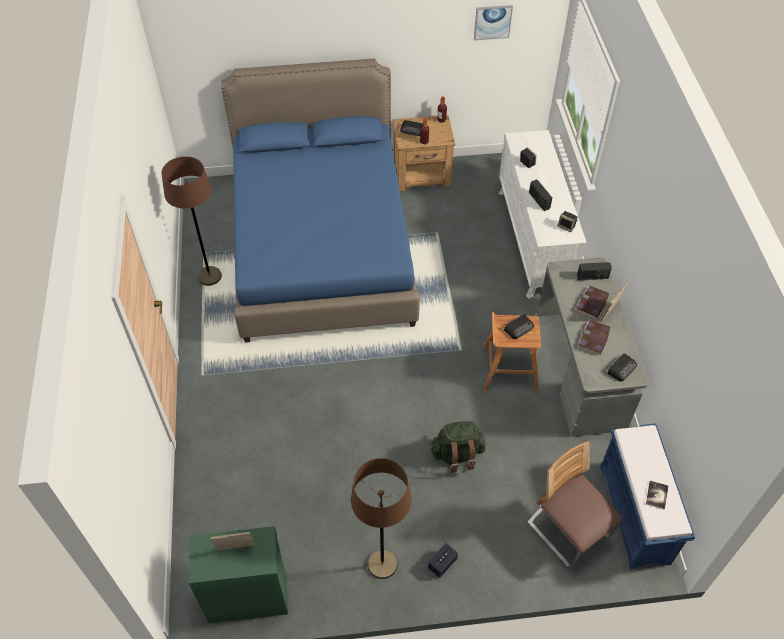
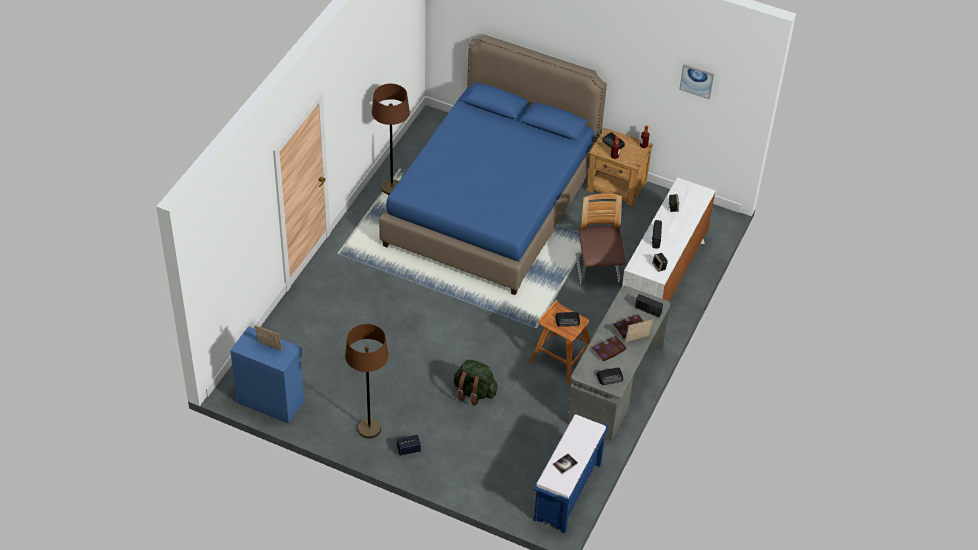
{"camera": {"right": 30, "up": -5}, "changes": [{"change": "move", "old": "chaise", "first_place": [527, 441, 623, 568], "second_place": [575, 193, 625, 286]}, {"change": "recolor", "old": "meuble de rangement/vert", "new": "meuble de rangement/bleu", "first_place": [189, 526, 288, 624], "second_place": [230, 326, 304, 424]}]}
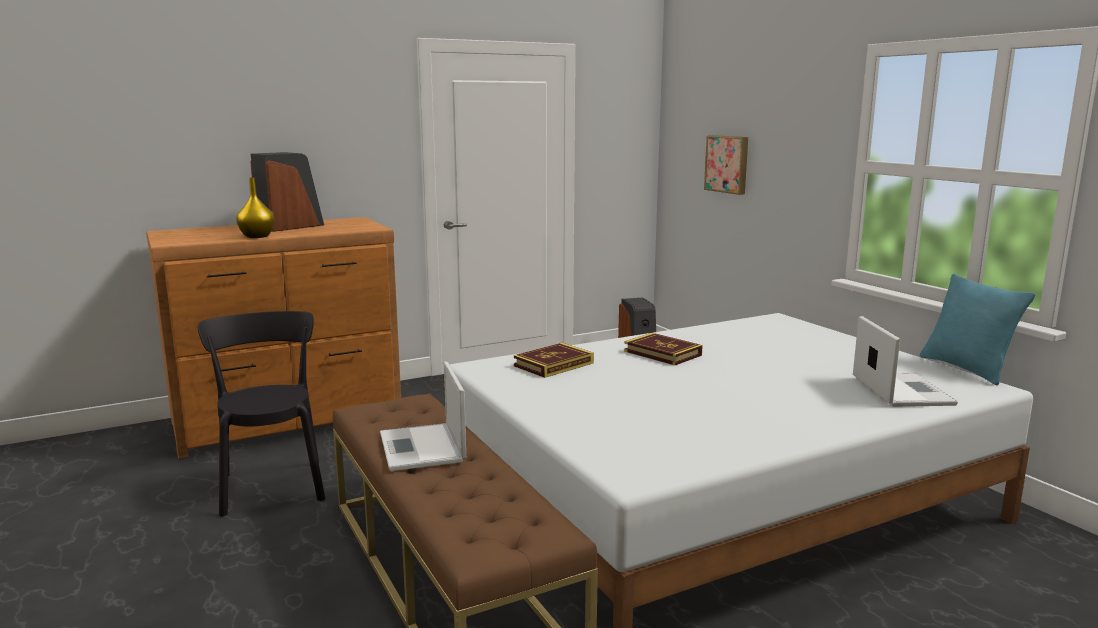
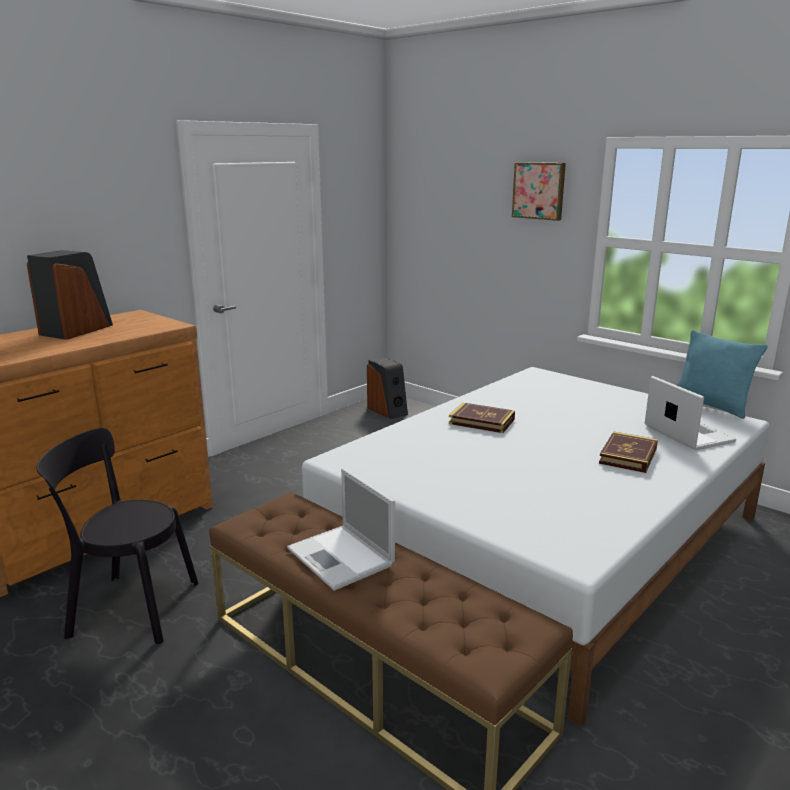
{"camera": {"right": -20, "up": 5}, "changes": [{"change": "move", "old": "tableau", "first_place": [704, 135, 748, 195], "second_place": [512, 162, 566, 221]}, {"change": "delete", "old": "vase/jaune", "first_place": [236, 178, 275, 238]}, {"change": "rotate", "old": "chaise/noir", "first_place": [198, 311, 325, 517], "second_place": [37, 428, 198, 644], "degrees": -45}, {"change": "move", "old": "livre", "first_place": [514, 343, 594, 378], "second_place": [599, 431, 658, 473]}]}
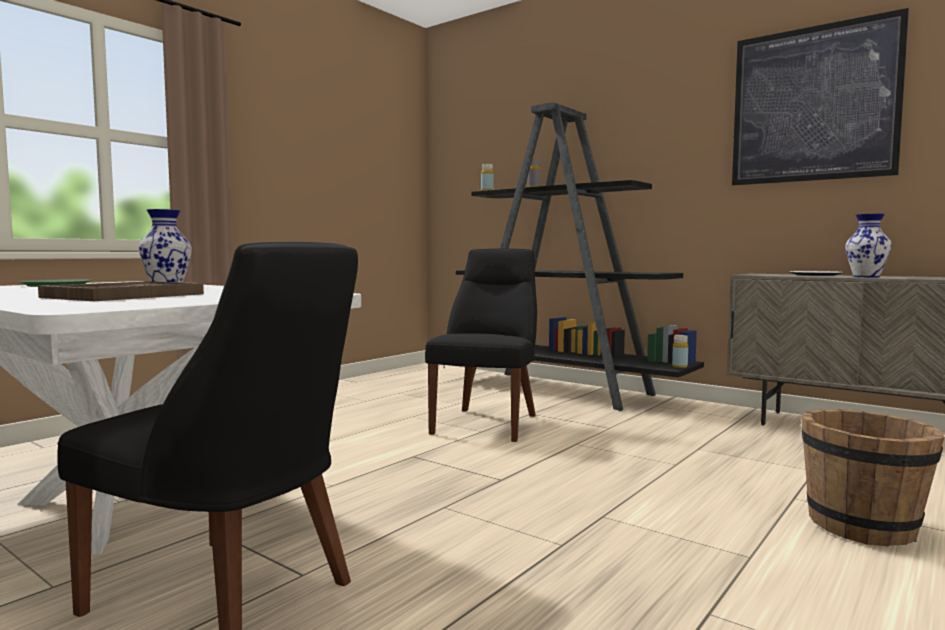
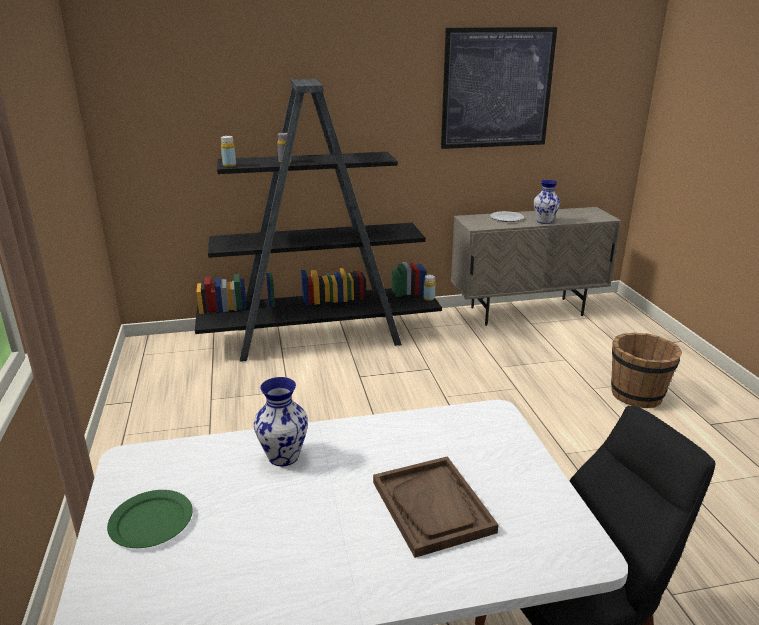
{"camera": {"right": -50, "up": 20}, "changes": [{"change": "delete", "old": "chaise/noir", "first_place": [425, 249, 537, 442]}]}
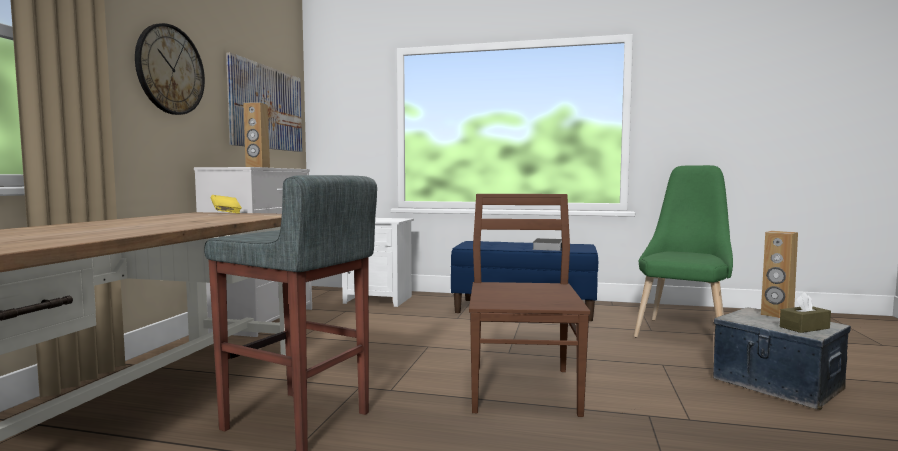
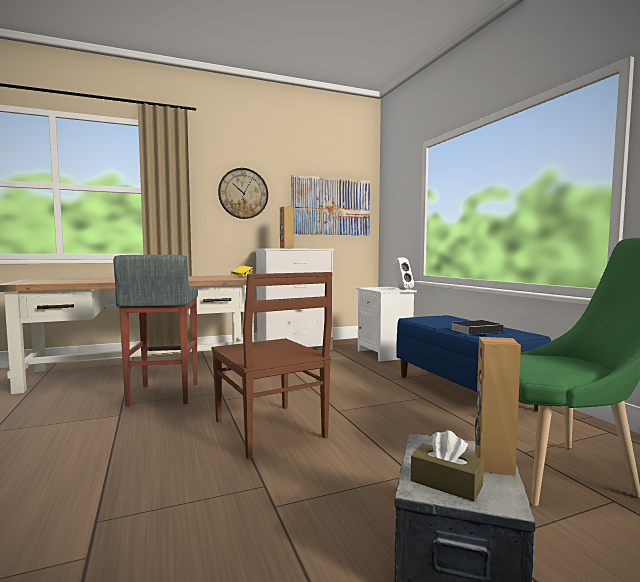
{"camera": {"right": 55, "up": 0}, "changes": [{"change": "rotate", "old": "chaise/marron", "first_place": [469, 194, 591, 417], "second_place": [211, 272, 333, 459], "degrees": 90}, {"change": "insert", "new": "enceinte/blanc", "second_place": [393, 257, 414, 290]}]}
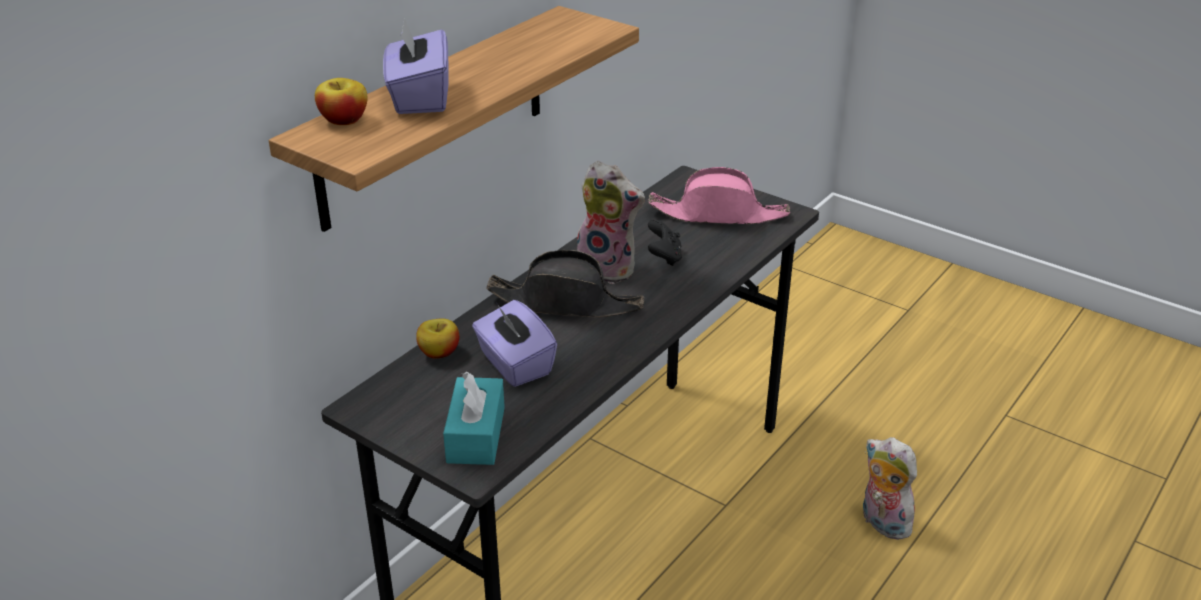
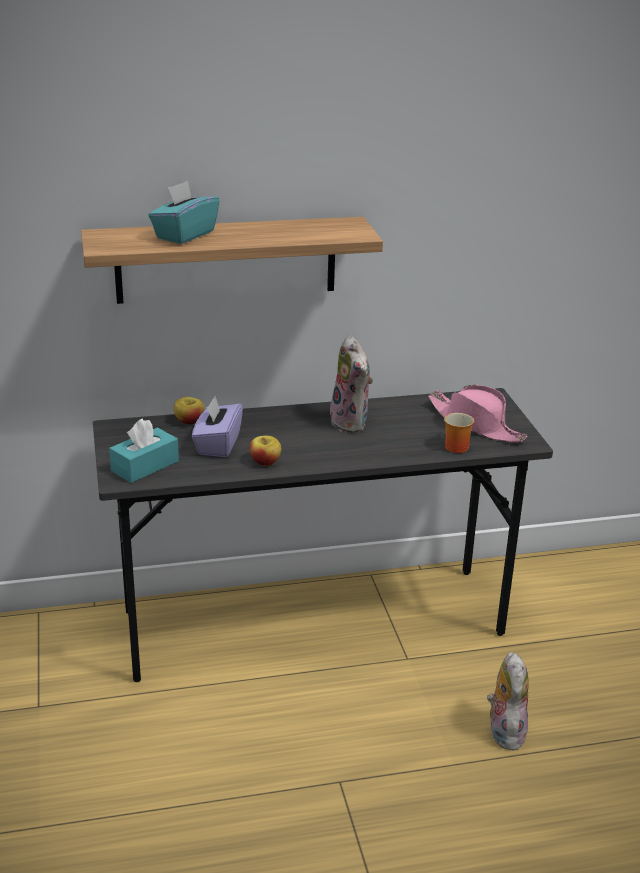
{"camera": {"right": 40, "up": -5}, "changes": [{"change": "recolor", "old": "boîte à mouchoirs/violet", "new": "boîte à mouchoirs/turquoise", "first_place": [383, 18, 449, 114], "second_place": [148, 181, 220, 244]}, {"change": "move", "old": "pomme", "first_place": [315, 78, 368, 125], "second_place": [250, 436, 281, 466]}, {"change": "delete", "old": "manette/noir", "first_place": [648, 219, 682, 266]}, {"change": "delete", "old": "chapeau/noir", "first_place": [486, 250, 645, 317]}, {"change": "insert", "new": "mug", "second_place": [444, 413, 474, 453]}]}
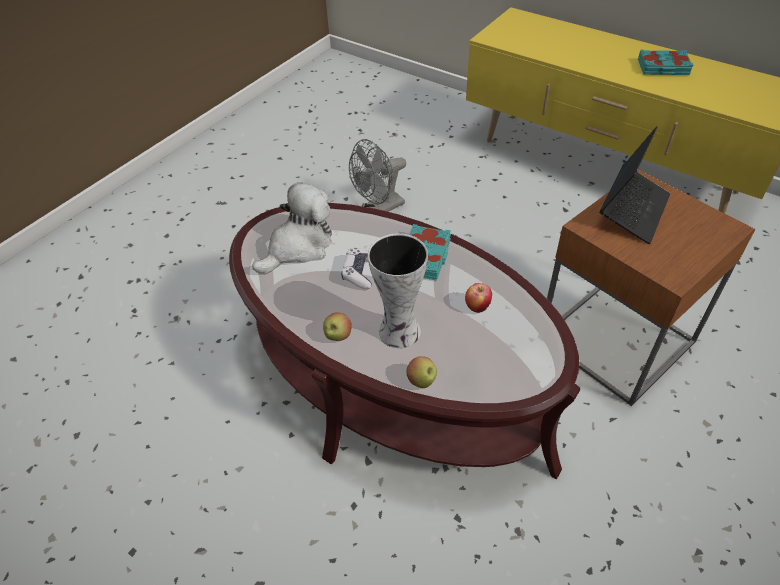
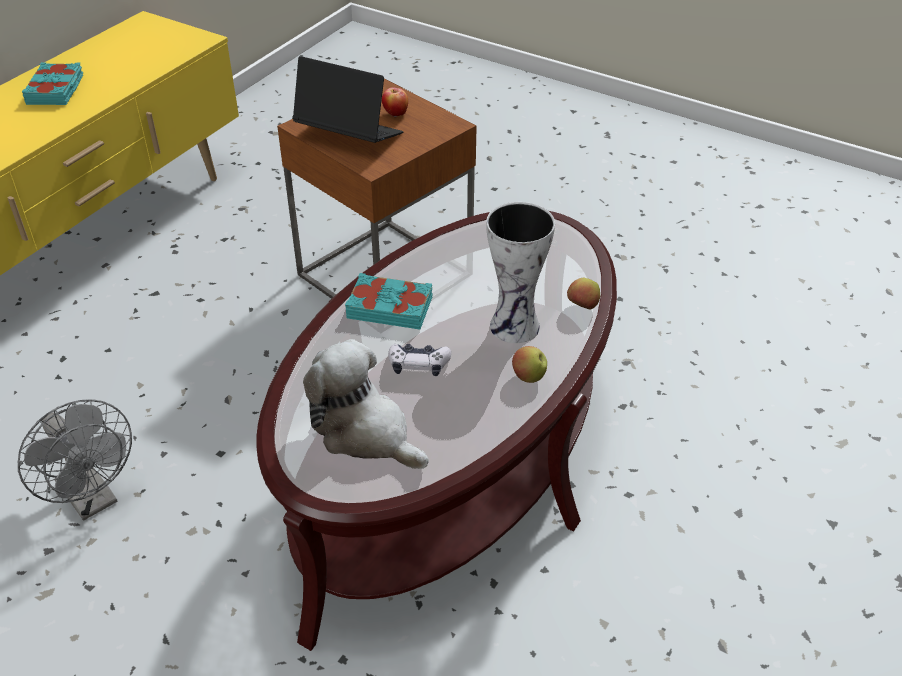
{"camera": {"right": -95, "up": -5}, "changes": [{"change": "move", "old": "pomme", "first_place": [465, 283, 492, 313], "second_place": [382, 87, 408, 117]}]}
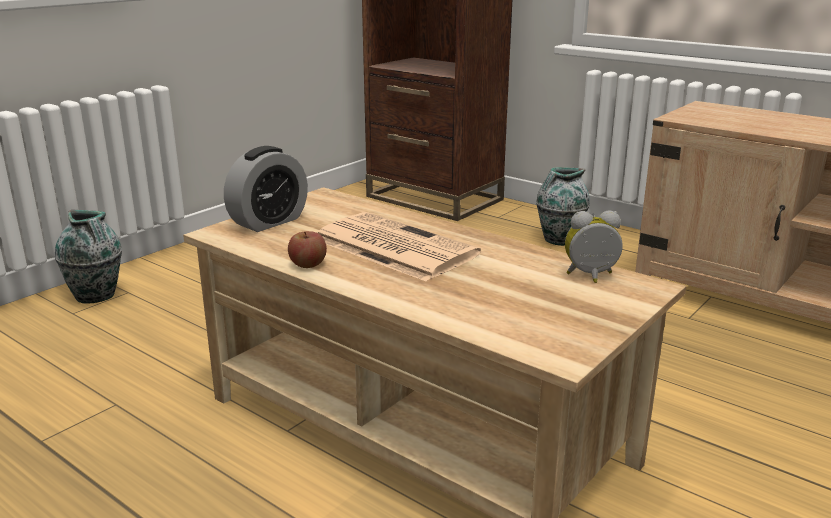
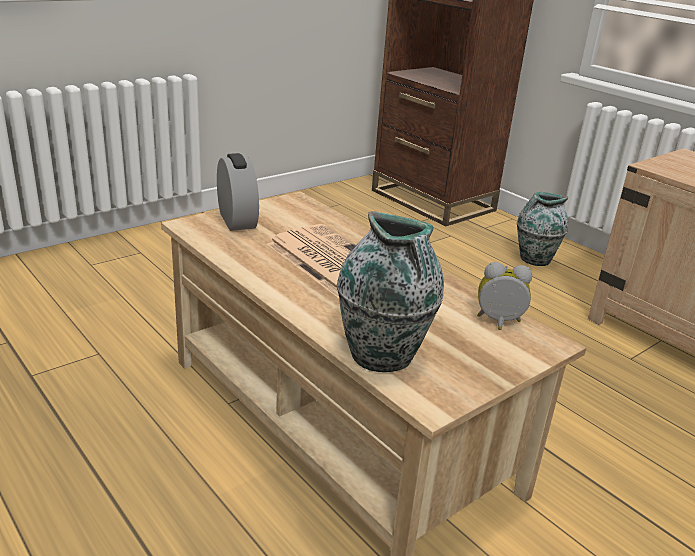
{"camera": {"right": 10, "up": 5}, "changes": [{"change": "rotate", "old": "réveil", "first_place": [224, 146, 308, 232], "second_place": [217, 153, 259, 231], "degrees": -75}, {"change": "move", "old": "vase", "first_place": [55, 210, 122, 304], "second_place": [337, 211, 444, 372]}, {"change": "delete", "old": "pomme", "first_place": [288, 231, 327, 268]}]}
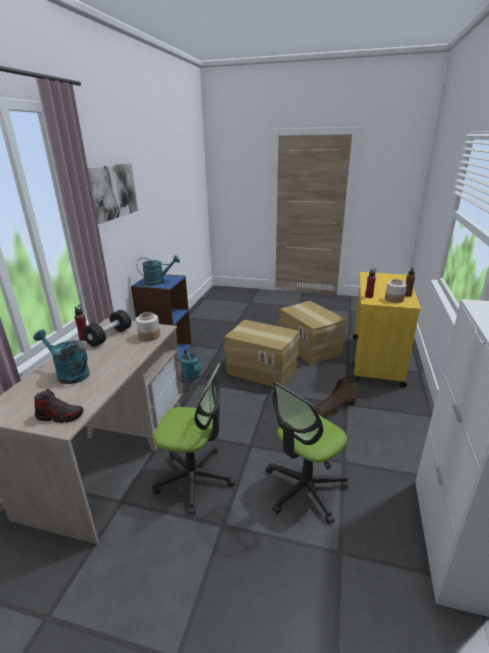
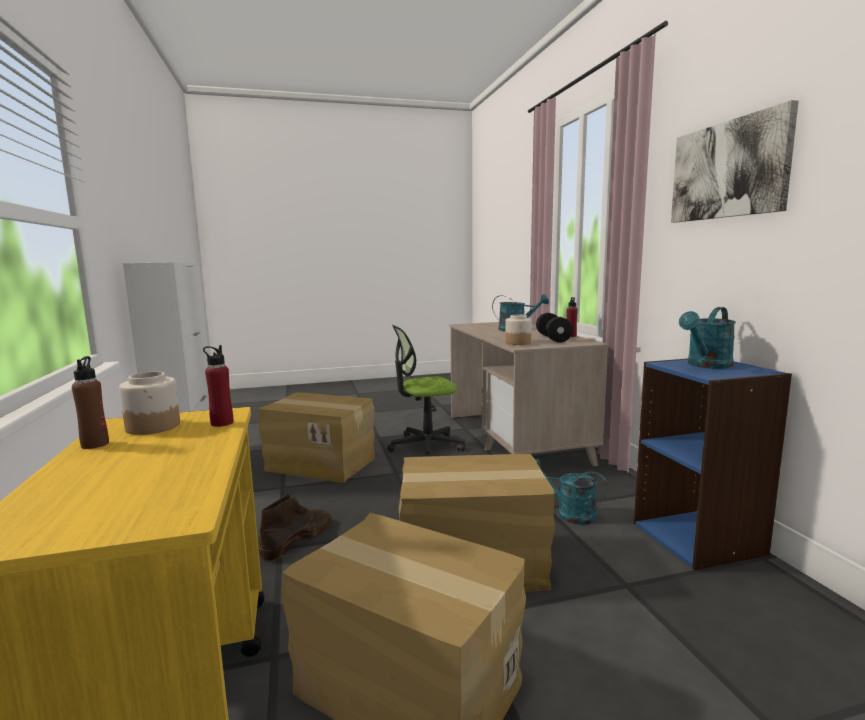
{"camera": {"right": 150, "up": -15}, "changes": [{"change": "replace", "old": "chaise de bureau", "new": "carton", "first_place": [266, 381, 348, 524], "second_place": [258, 392, 375, 483]}, {"change": "delete", "old": "chaussure", "first_place": [34, 389, 83, 423]}]}
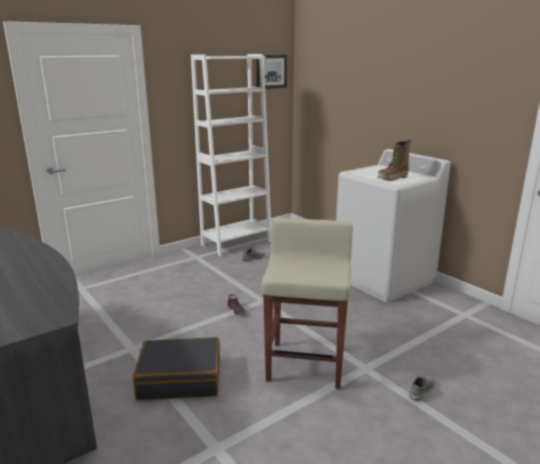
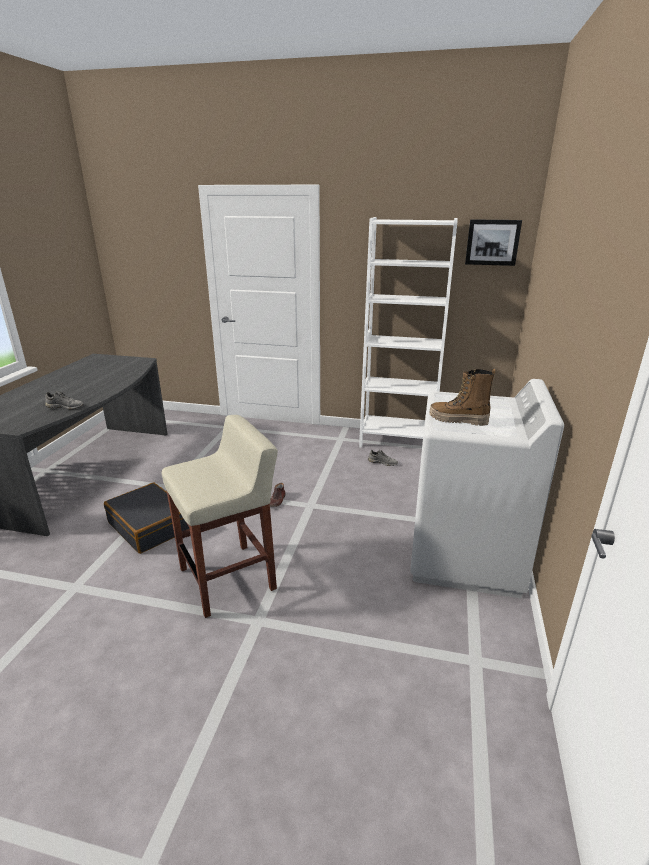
{"camera": {"right": 50, "up": 5}, "changes": [{"change": "move", "old": "chaussure/gris", "first_place": [409, 376, 435, 401], "second_place": [45, 391, 84, 410]}]}
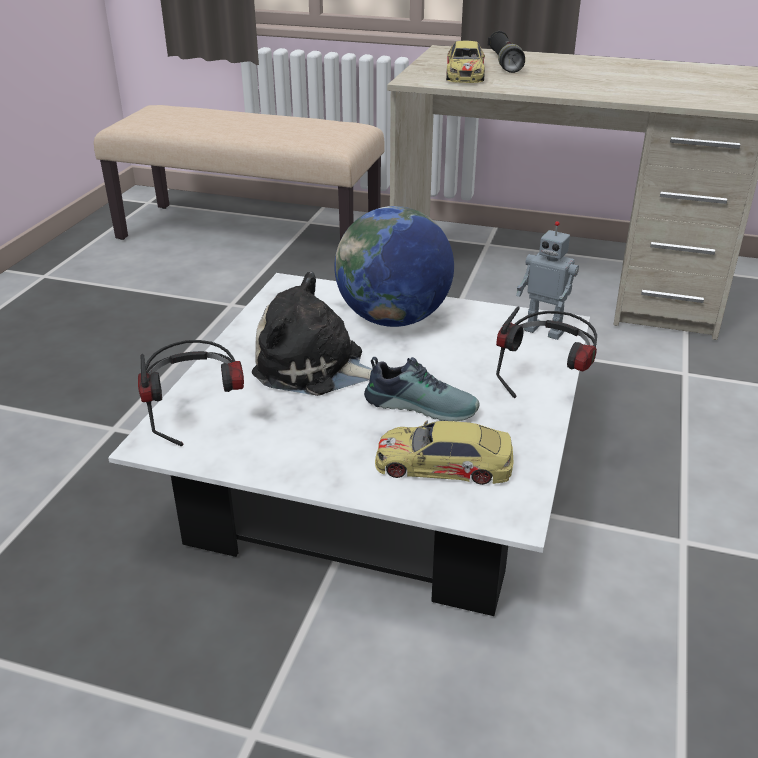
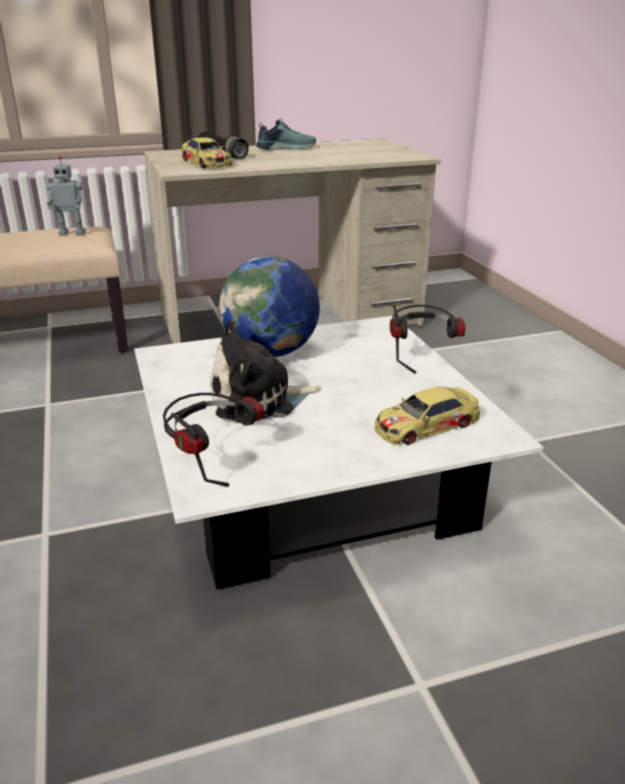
{"camera": {"right": -35, "up": -5}, "changes": [{"change": "move", "old": "robot jouet", "first_place": [516, 221, 579, 340], "second_place": [47, 156, 85, 236]}, {"change": "move", "old": "chaussure", "first_place": [364, 357, 480, 421], "second_place": [256, 118, 316, 150]}]}
